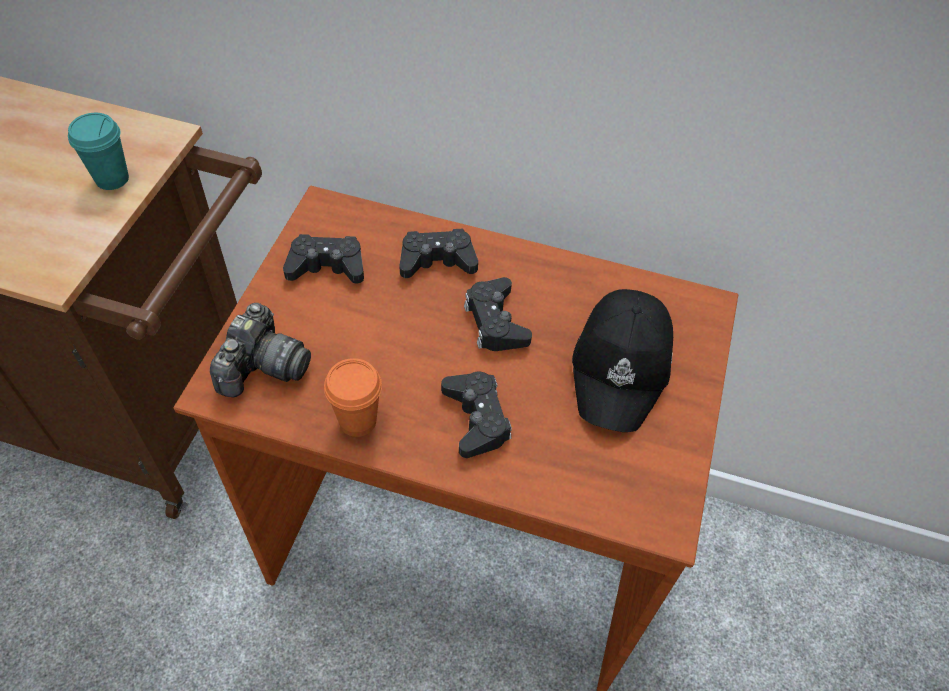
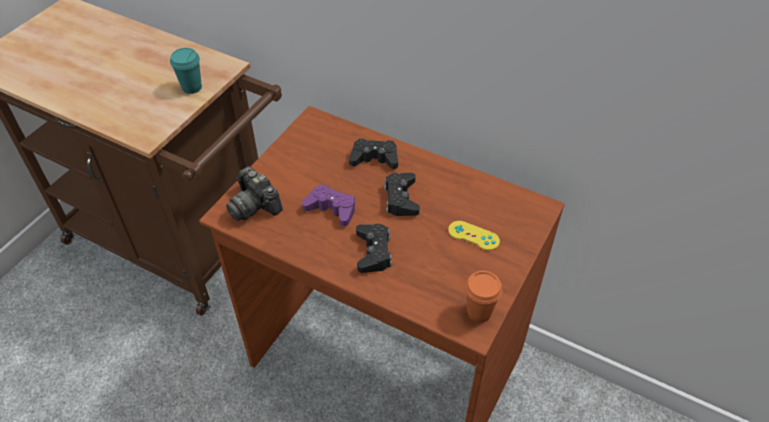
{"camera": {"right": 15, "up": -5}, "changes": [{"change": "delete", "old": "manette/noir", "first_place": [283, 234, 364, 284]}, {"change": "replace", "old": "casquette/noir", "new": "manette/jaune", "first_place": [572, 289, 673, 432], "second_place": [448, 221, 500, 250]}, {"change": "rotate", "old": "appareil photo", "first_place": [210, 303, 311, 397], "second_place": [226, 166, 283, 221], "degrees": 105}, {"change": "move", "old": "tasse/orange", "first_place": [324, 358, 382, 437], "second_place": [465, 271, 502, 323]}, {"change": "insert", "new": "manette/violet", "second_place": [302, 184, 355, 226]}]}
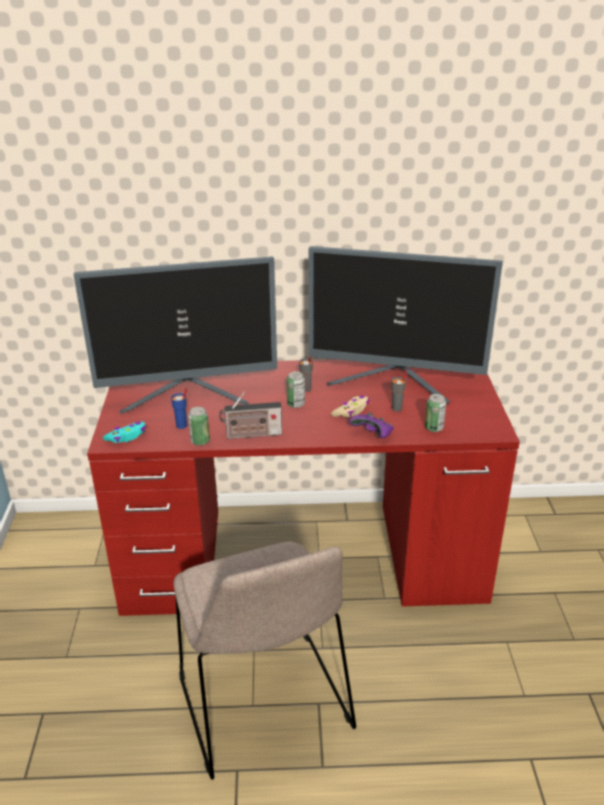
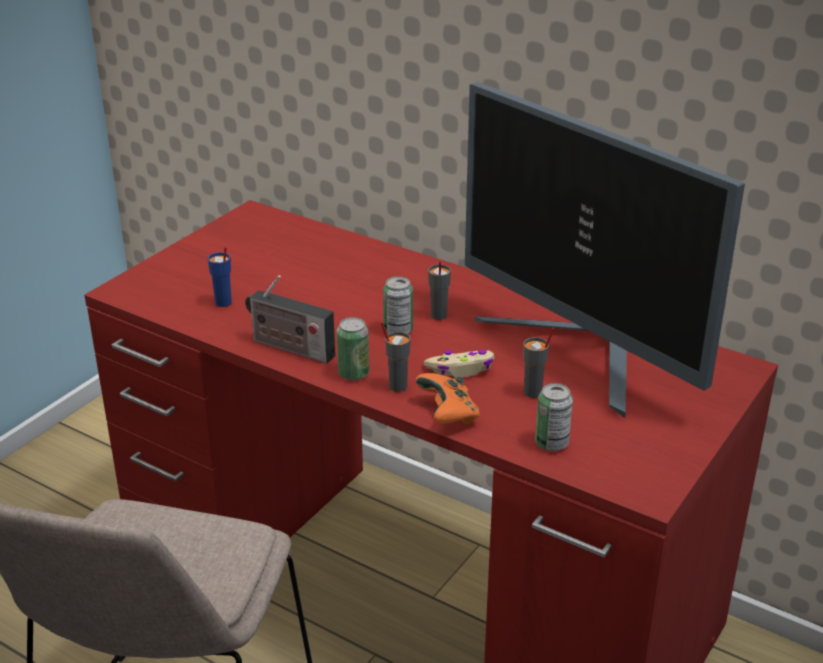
{"camera": {"right": 35, "up": 0}, "changes": [{"change": "delete", "old": "écran d'ordinateur", "first_place": [74, 256, 277, 414]}, {"change": "move", "old": "boîte métallique", "first_place": [188, 407, 210, 446], "second_place": [337, 317, 369, 381]}, {"change": "recolor", "old": "manette/violet", "new": "manette/orange", "first_place": [349, 412, 394, 438], "second_place": [415, 373, 480, 424]}, {"change": "delete", "old": "manette/turquoise", "first_place": [103, 422, 146, 443]}, {"change": "insert", "new": "tasse/gris", "second_place": [381, 322, 411, 392]}]}
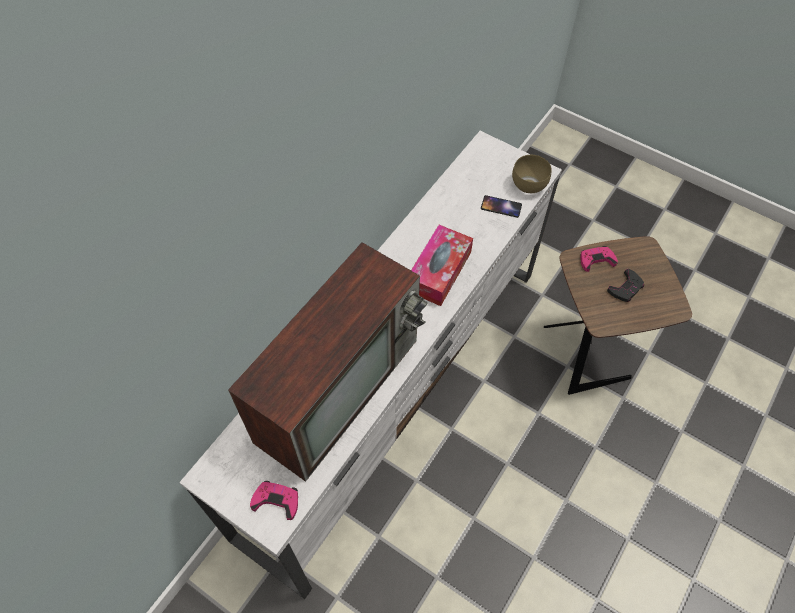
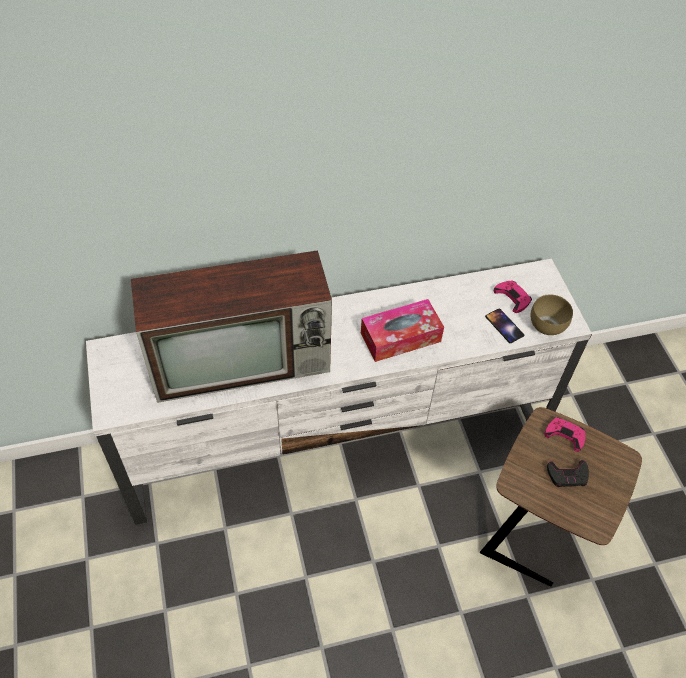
{"camera": {"right": 40, "up": -5}, "changes": [{"change": "move", "old": "manette/rose", "first_place": [250, 481, 298, 520], "second_place": [493, 281, 532, 313]}]}
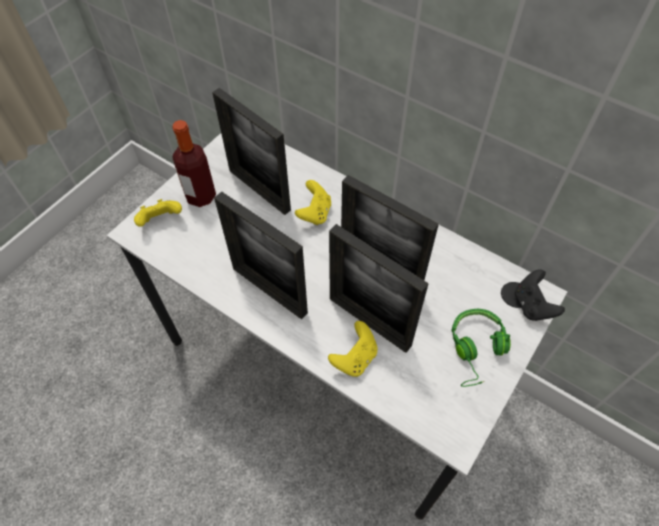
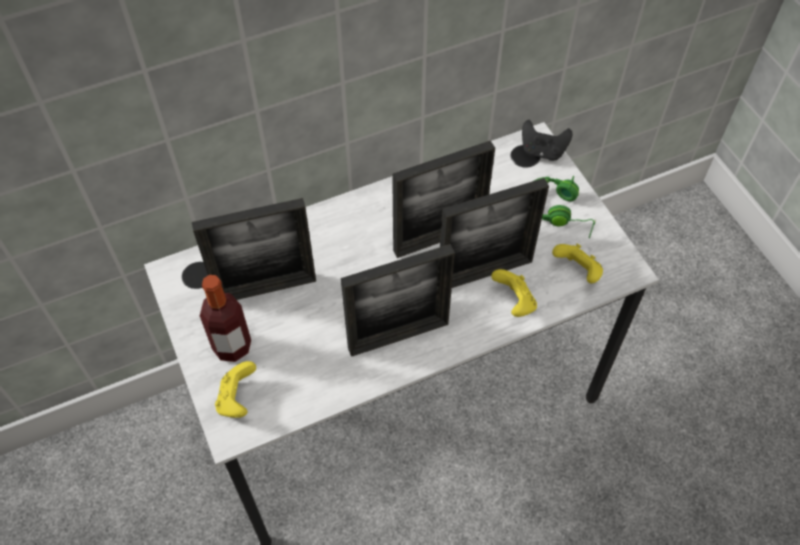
{"camera": {"right": -60, "up": 0}, "changes": [{"change": "move", "old": "manette/jaune", "first_place": [295, 180, 331, 225], "second_place": [552, 244, 603, 283]}]}
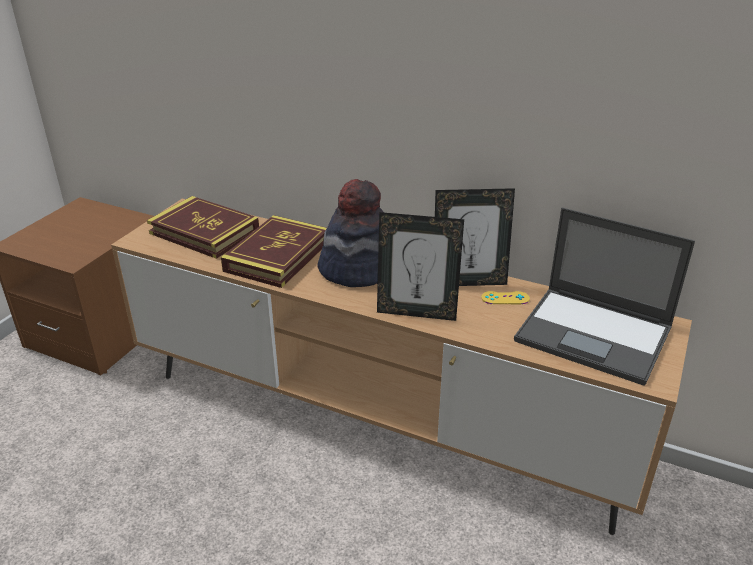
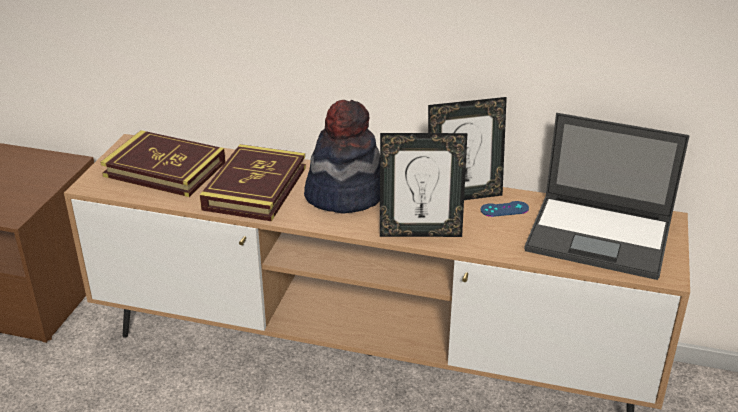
{"camera": {"right": -10, "up": 0}, "changes": [{"change": "recolor", "old": "manette/jaune", "new": "manette/bleu", "first_place": [481, 291, 530, 304], "second_place": [480, 201, 529, 217]}]}
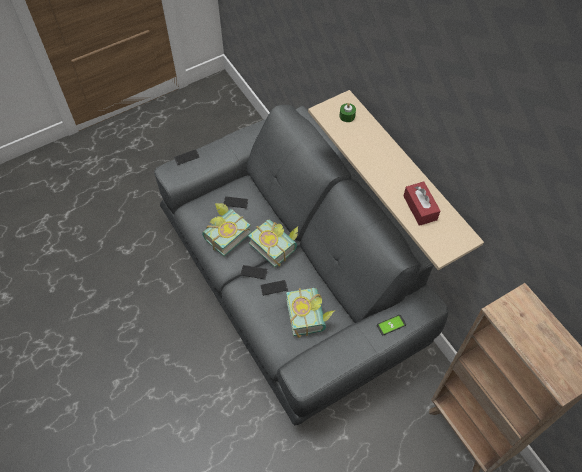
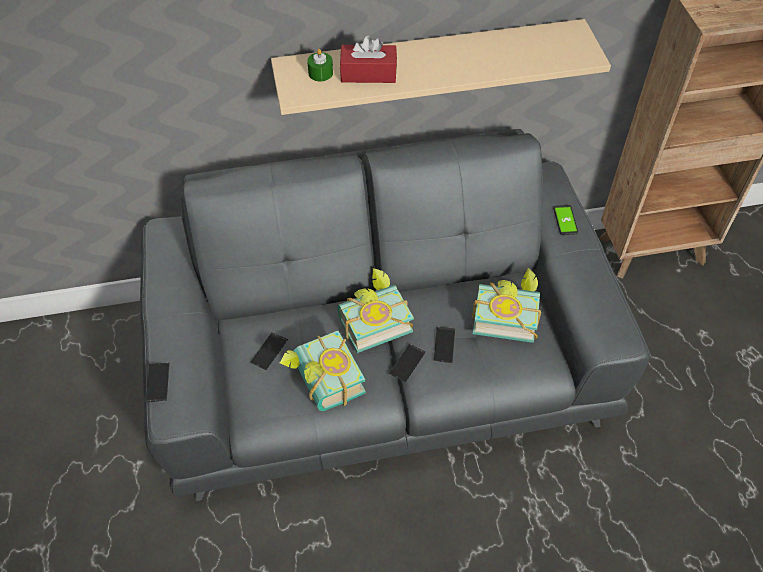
{"camera": {"right": -70, "up": -5}, "changes": [{"change": "move", "old": "boîte à mouchoirs/rouge", "first_place": [404, 181, 440, 226], "second_place": [340, 36, 397, 83]}]}
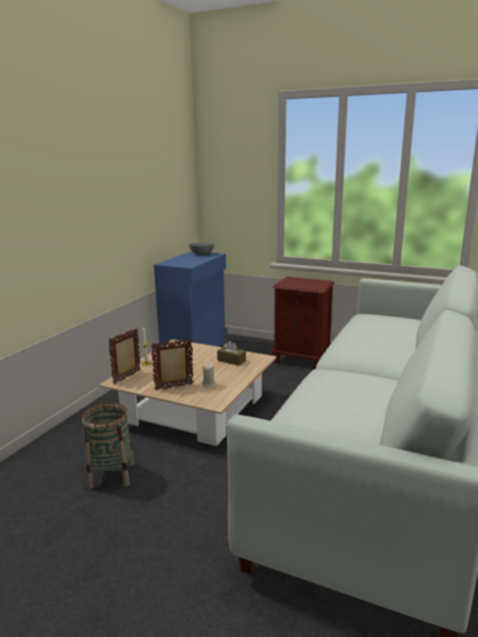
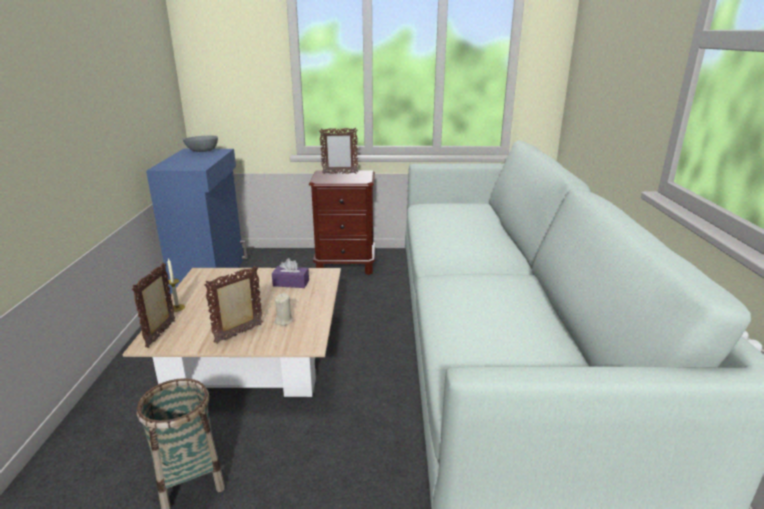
{"camera": {"right": -25, "up": 5}, "changes": [{"change": "recolor", "old": "boîte à mouchoirs/marron", "new": "boîte à mouchoirs/violet", "first_place": [217, 341, 246, 366], "second_place": [272, 258, 309, 288]}, {"change": "insert", "new": "cadre photo", "second_place": [319, 127, 358, 174]}]}
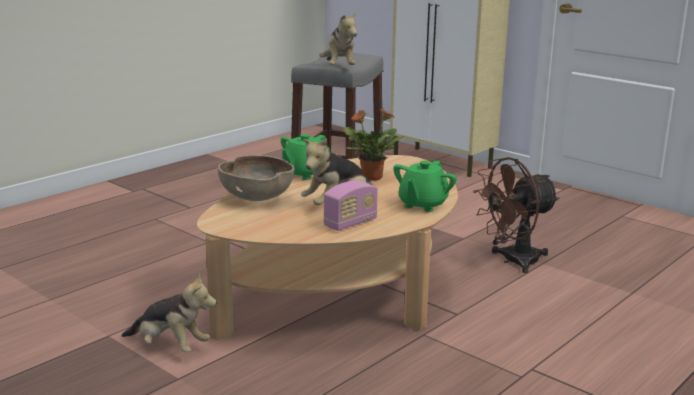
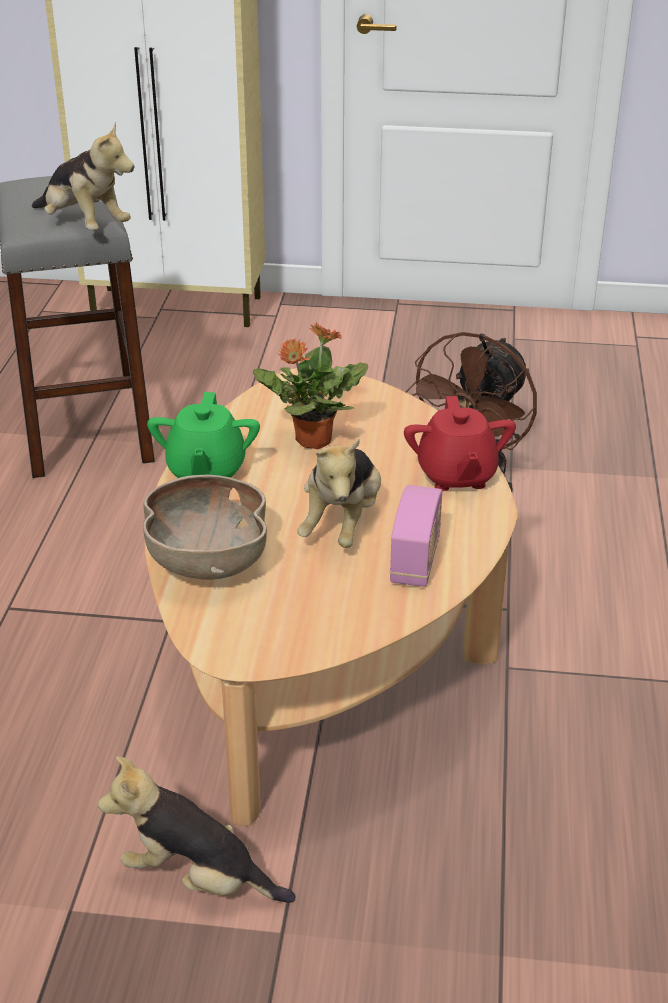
{"camera": {"right": -35, "up": 15}, "changes": [{"change": "recolor", "old": "théière/vert", "new": "théière/rouge", "first_place": [393, 160, 457, 212], "second_place": [404, 396, 516, 491]}, {"change": "rotate", "old": "peluche", "first_place": [122, 272, 217, 352], "second_place": [98, 756, 296, 903], "degrees": -150}]}
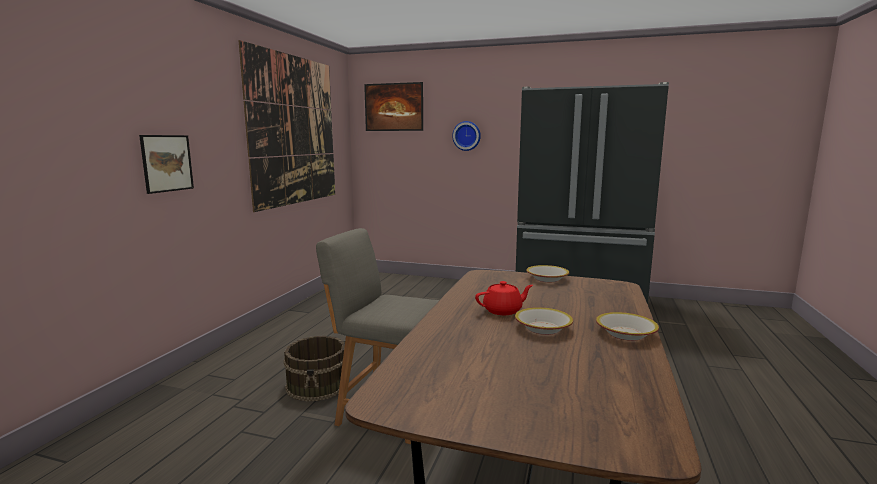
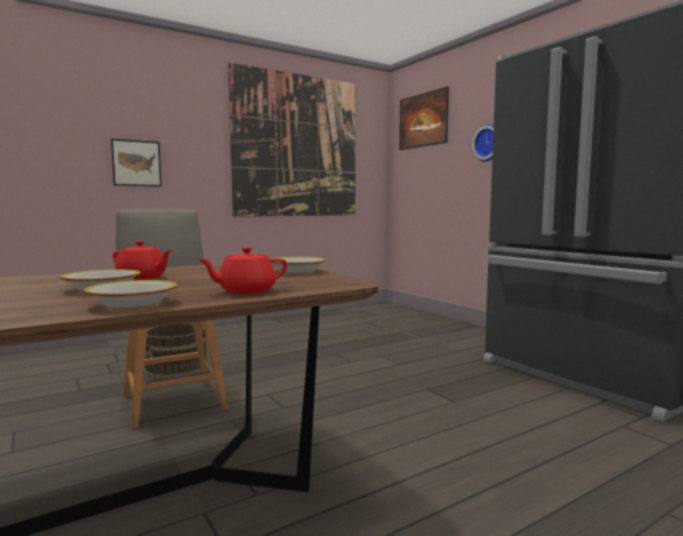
{"camera": {"right": 40, "up": -5}, "changes": [{"change": "insert", "new": "théière/rouge", "second_place": [198, 247, 287, 294]}]}
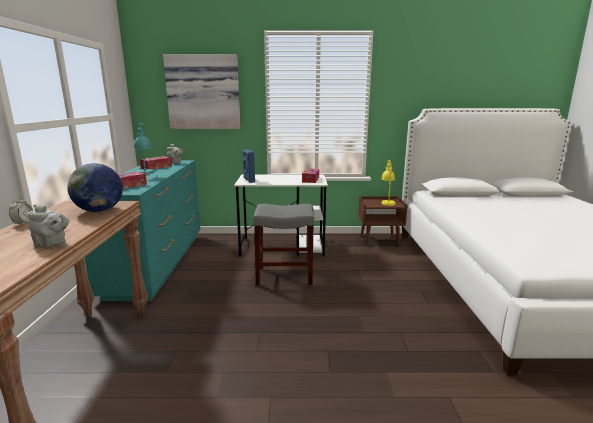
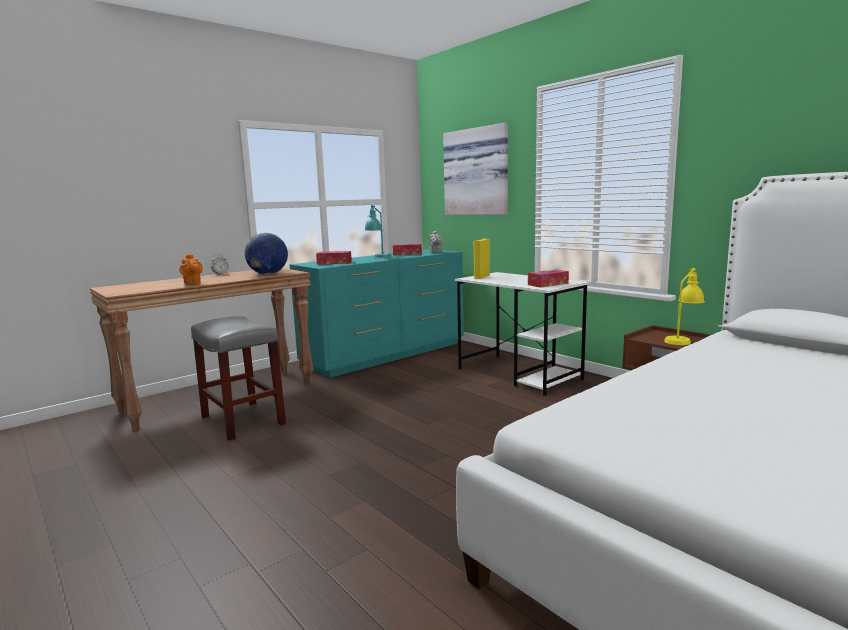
{"camera": {"right": 50, "up": -5}, "changes": [{"change": "recolor", "old": "enceinte/bleu", "new": "enceinte/jaune", "first_place": [243, 149, 255, 183], "second_place": [473, 239, 490, 279]}, {"change": "recolor", "old": "théière/gris", "new": "théière/orange", "first_place": [27, 204, 69, 247], "second_place": [179, 253, 203, 285]}, {"change": "move", "old": "tabouret/gris", "first_place": [253, 204, 314, 286], "second_place": [191, 316, 286, 441]}]}
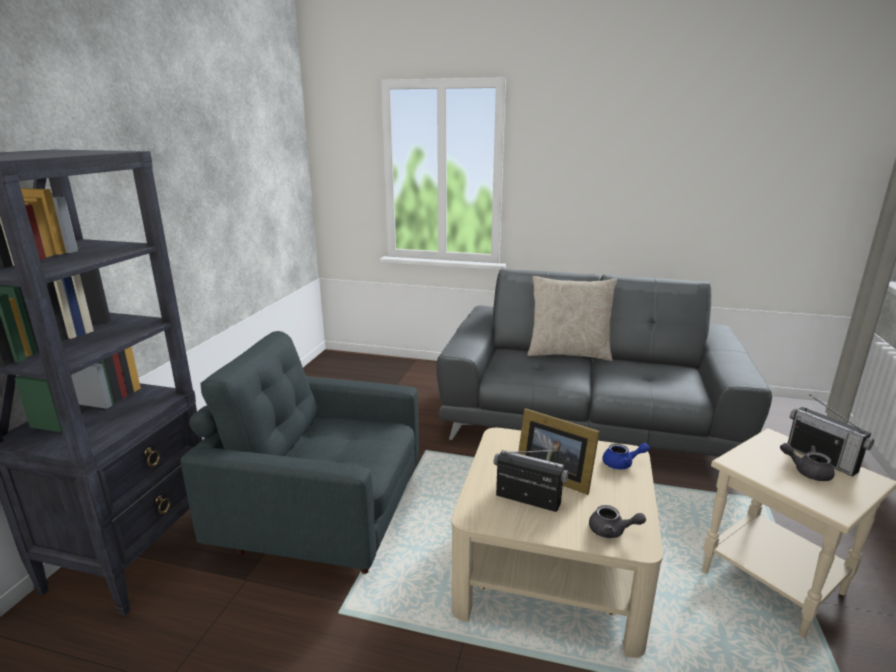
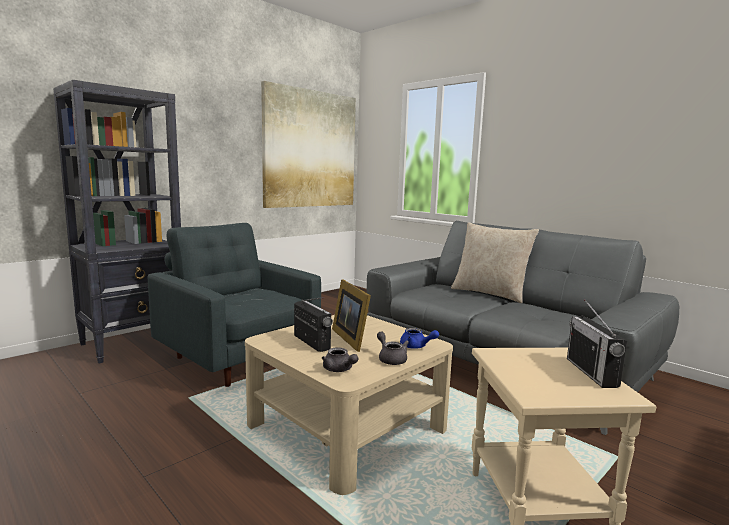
{"camera": {"right": 30, "up": -10}, "changes": [{"change": "move", "old": "théière/gris", "first_place": [780, 443, 835, 481], "second_place": [377, 332, 409, 365]}, {"change": "insert", "new": "tableau", "second_place": [261, 81, 356, 208]}]}
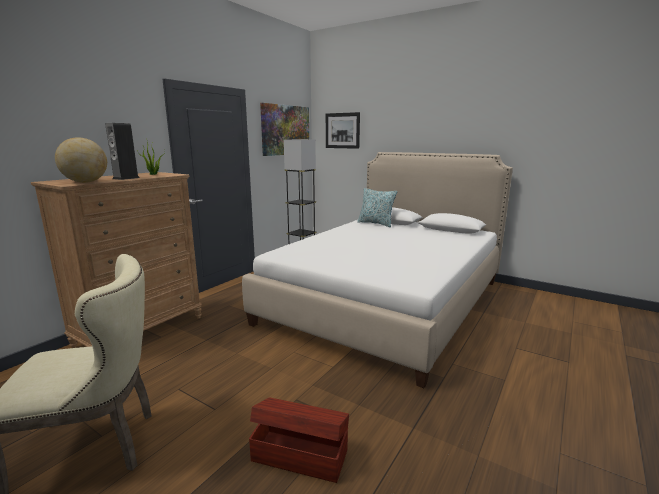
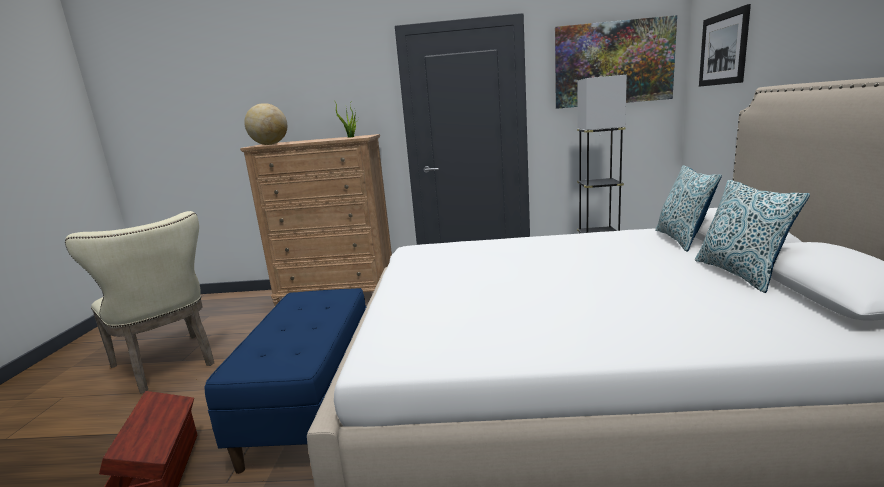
{"camera": {"right": 60, "up": 0}, "changes": [{"change": "delete", "old": "enceinte", "first_place": [105, 123, 140, 180]}, {"change": "insert", "new": "coussin", "second_place": [695, 180, 810, 293]}, {"change": "insert", "new": "banc/bleu", "second_place": [205, 288, 367, 474]}]}
